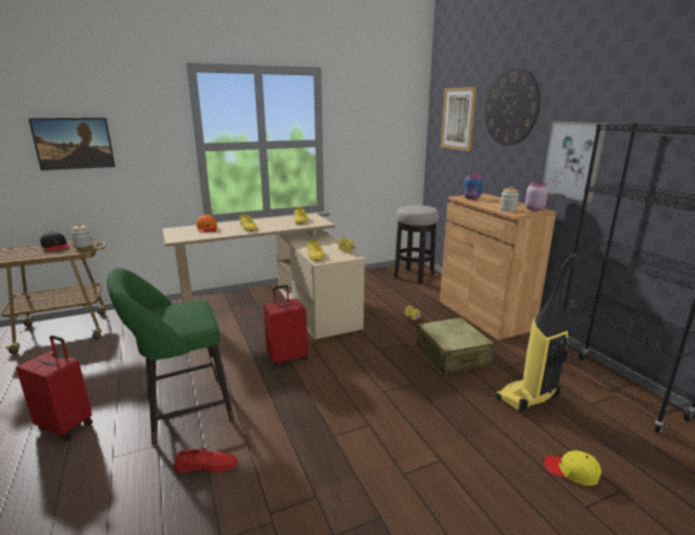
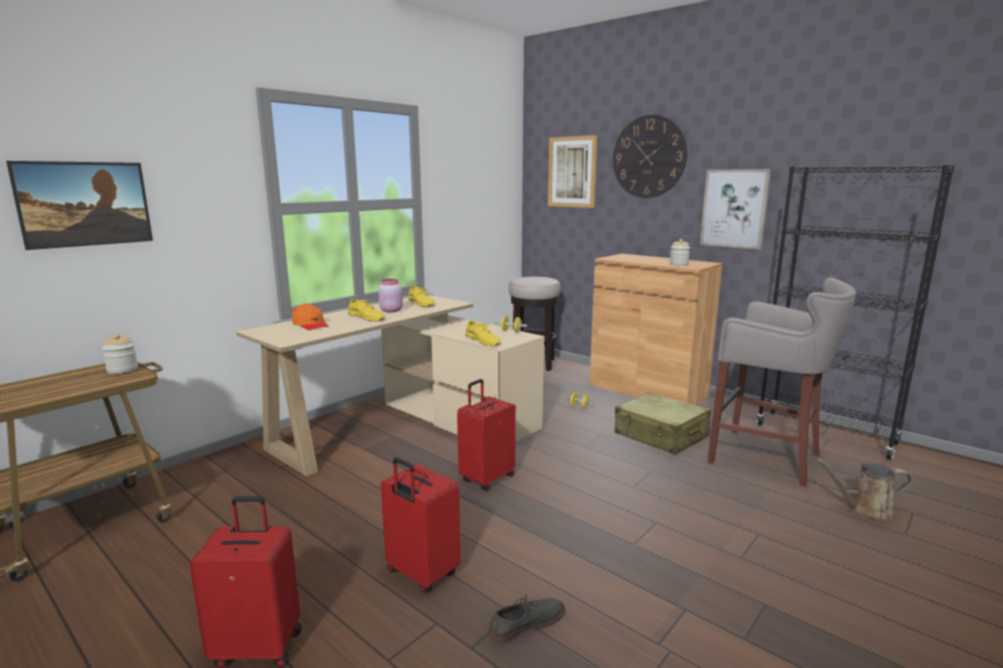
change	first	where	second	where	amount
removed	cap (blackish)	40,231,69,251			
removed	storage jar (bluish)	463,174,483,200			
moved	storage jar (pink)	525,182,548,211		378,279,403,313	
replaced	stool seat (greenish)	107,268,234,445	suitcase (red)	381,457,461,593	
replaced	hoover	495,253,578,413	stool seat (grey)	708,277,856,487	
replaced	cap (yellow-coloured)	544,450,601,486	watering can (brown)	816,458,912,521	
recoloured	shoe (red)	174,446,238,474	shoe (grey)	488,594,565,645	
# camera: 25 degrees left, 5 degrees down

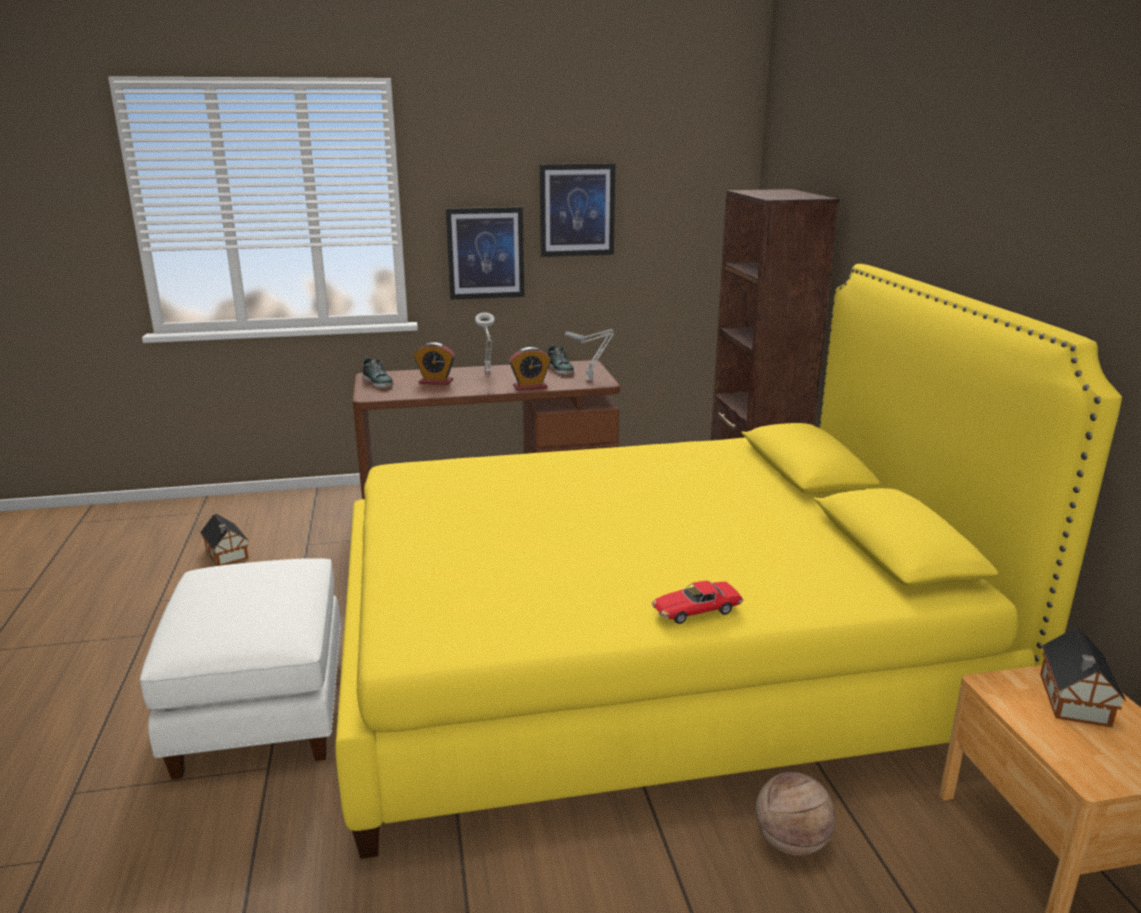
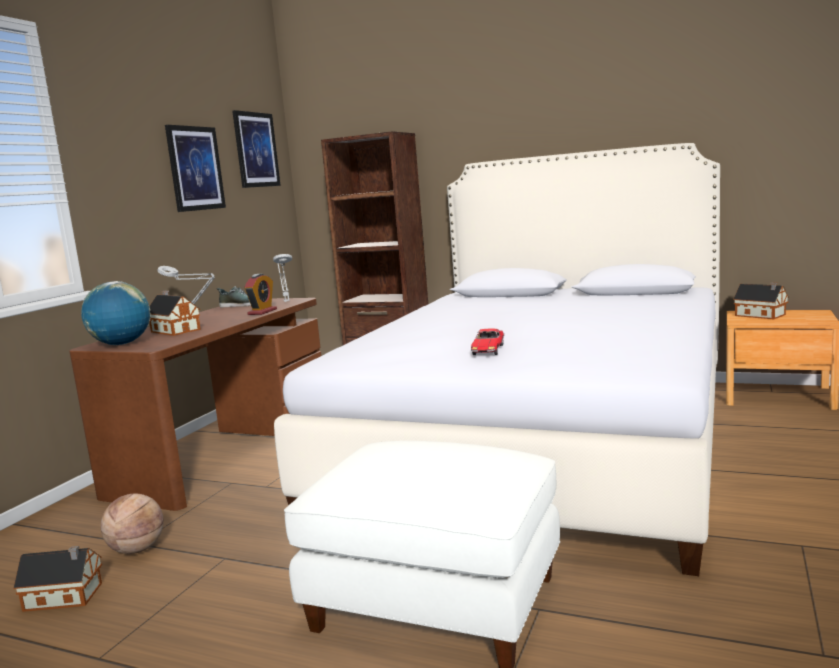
change	first	where	second	where	amount
moved	wall picture	446,207,525,300		232,110,281,188	
moved	model car	652,580,743,624		471,328,504,355	
moved	basketball ball	755,772,836,856		101,494,164,554	
replaced	shoe	363,356,393,388	desk globe	81,281,151,345	
replaced	bedside clock	414,342,455,385	model house	149,290,201,336	
recoloured	bed (yellow-coloured)	336,264,1122,859	bed (whitish)	274,143,720,576	
# camera: 55 degrees left, 10 degrees down

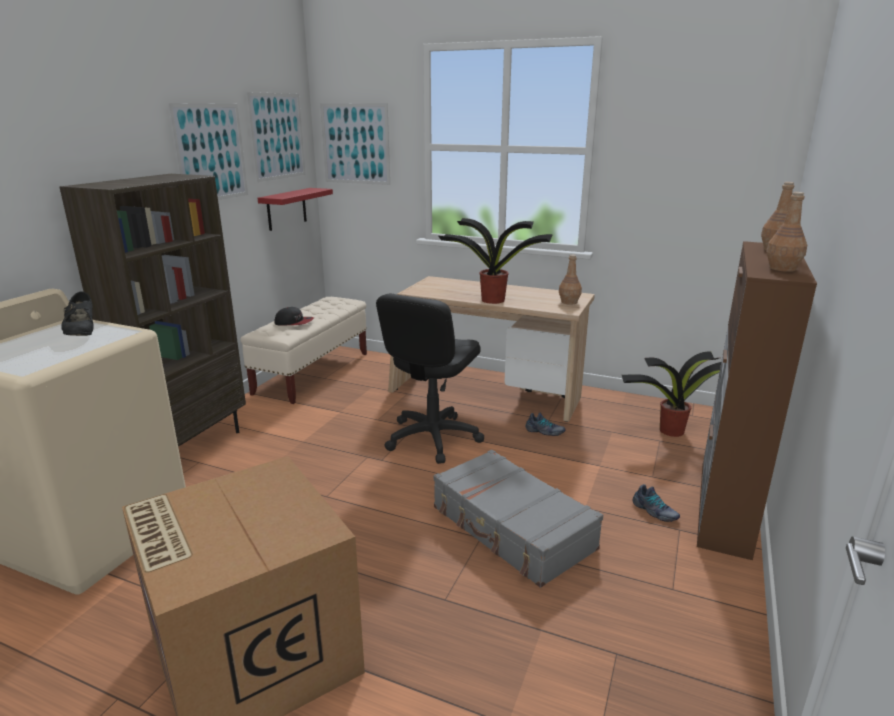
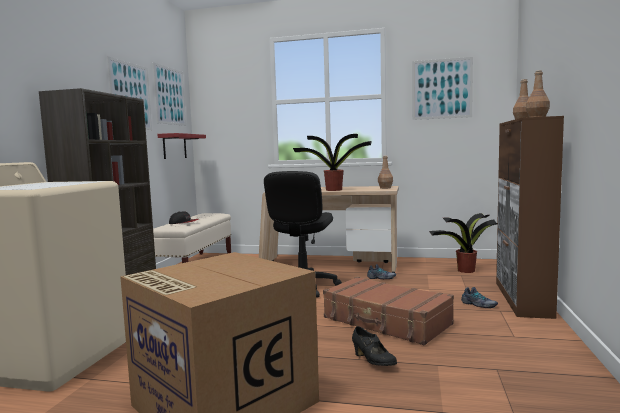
change	first	where	second	where	amount
moved	shoe (blackish)	61,292,94,336		352,326,397,366	
moved	wall picture	320,103,390,185		412,57,473,120	
recoloured	suitcase (grey)	434,450,603,588	suitcase (brown)	323,276,454,345	
# camera: 10 degrees left, 15 degrees down

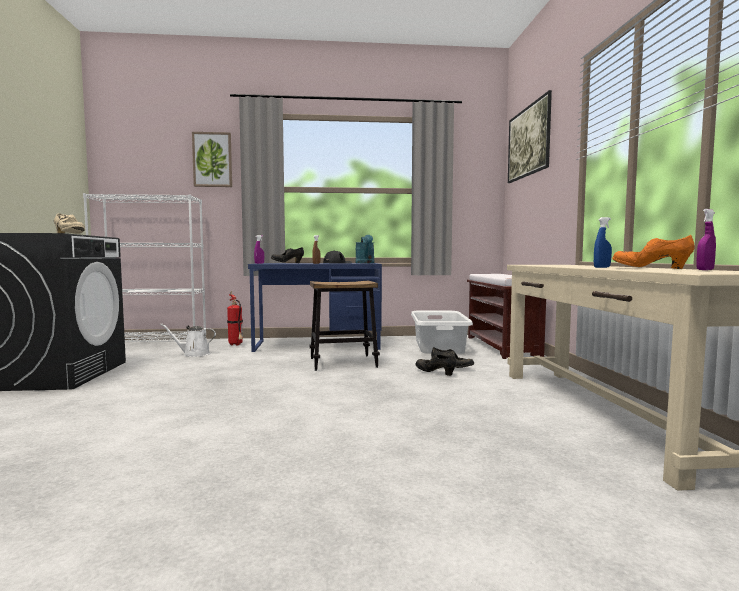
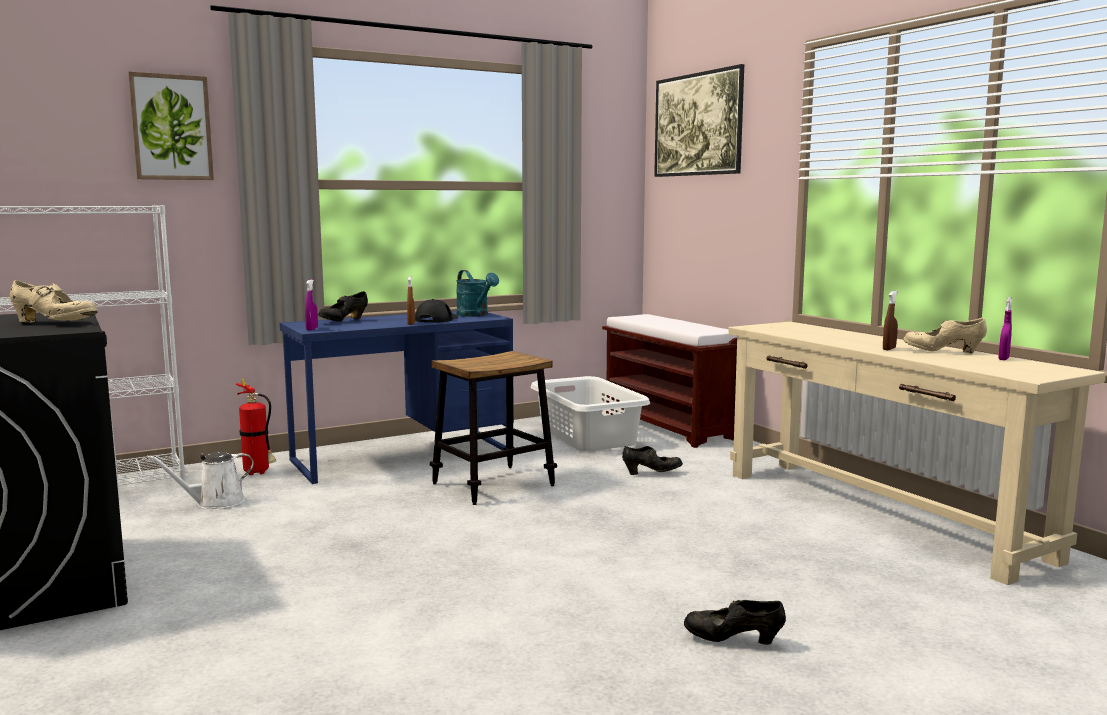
change	first	where	second	where	amount
moved	shoe (blackish)	416,355,456,376		684,600,786,645	
recoloured	spray bottle (bluish)	594,217,612,268	spray bottle (brown)	883,291,898,350	
recoloured	shoe (orange)	612,235,695,269	shoe (beige)	903,318,987,353	
# camera: 25 degrees left, 5 degrees up

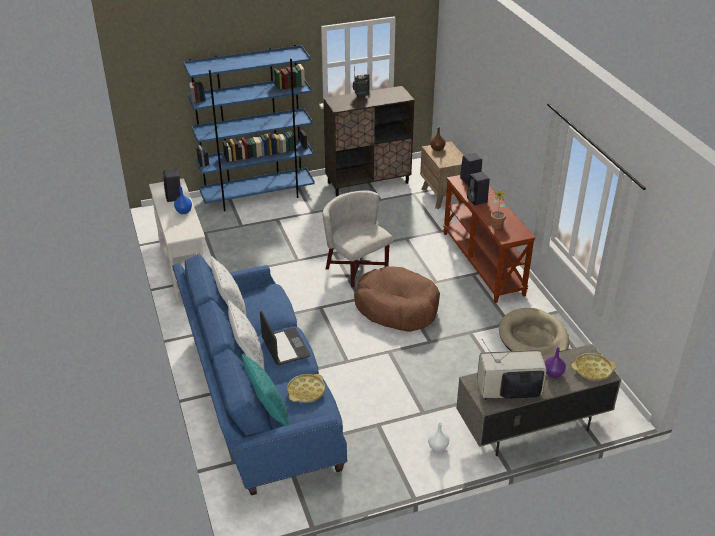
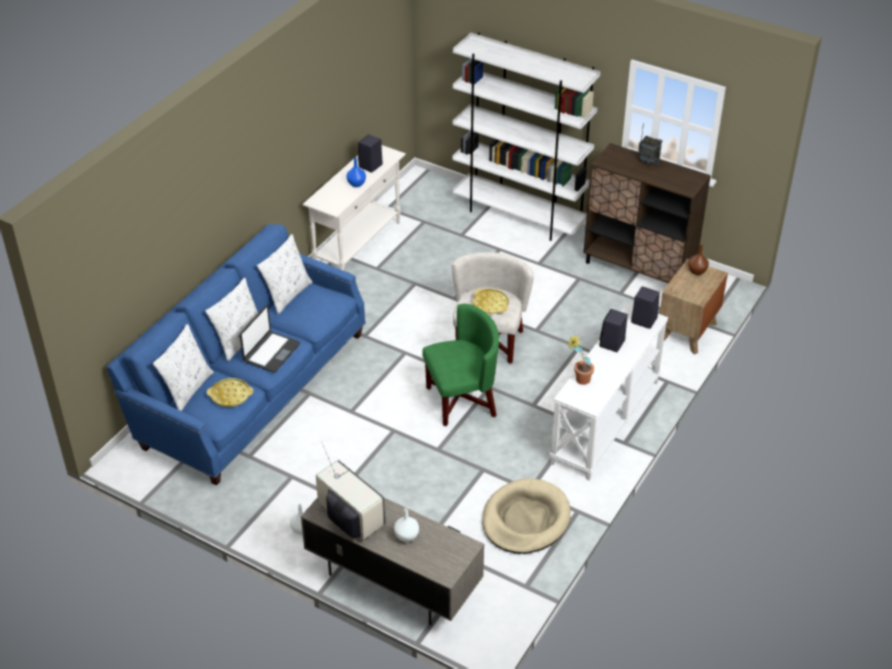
change	first	where	second	where	amount
moved	serving tray (yellow-coloured)	571,353,616,380		473,289,509,314	
replaced	dog bed (brown)	354,266,440,332	lounge chair (greenish)	422,304,499,426	
recoloured	bookshelf (bluish)	183,44,315,211	bookshelf (whitish)	452,33,601,241	
recoloured	throw pillow (turquoise-coloured)	242,353,290,426	throw pillow (whitish)	153,324,214,411	
recoloured	narrow table (brown)	443,175,535,303	narrow table (whitish)	549,303,668,480	
recoloured	vase (purple)	545,347,566,378	vase (whitish)	394,508,419,542	
# camera: 50 degrees right, 5 degrees up

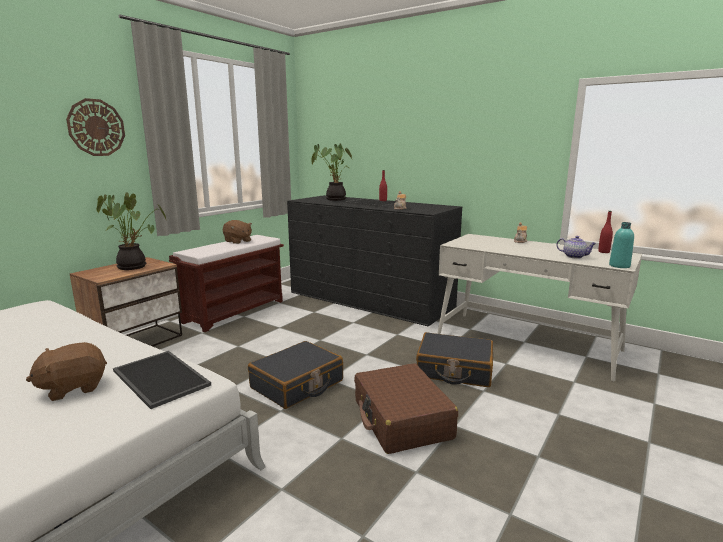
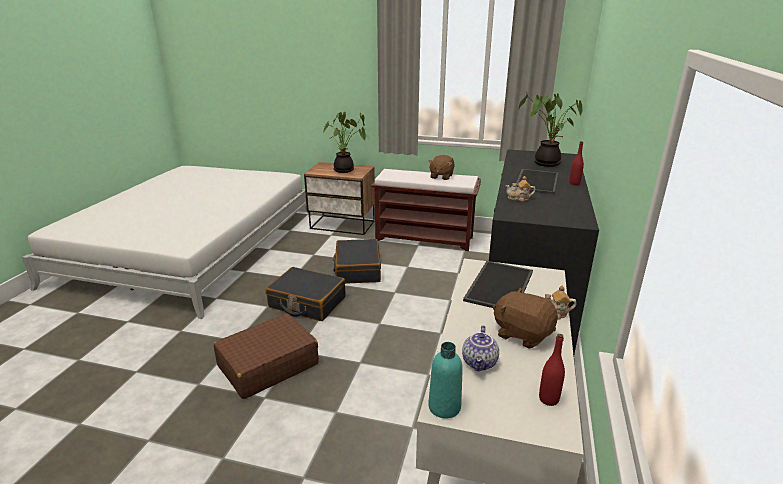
change	first	where	second	where	amount
removed	wall clock	66,98,125,156			
moved	plush toy (brown)	26,342,107,401		493,288,558,349	
moved	serving tray	113,351,211,409		463,261,533,308	
moved	suitcase (blackish)	416,332,493,387		333,239,381,284	
# camera: 70 degrees right, 10 degrees up

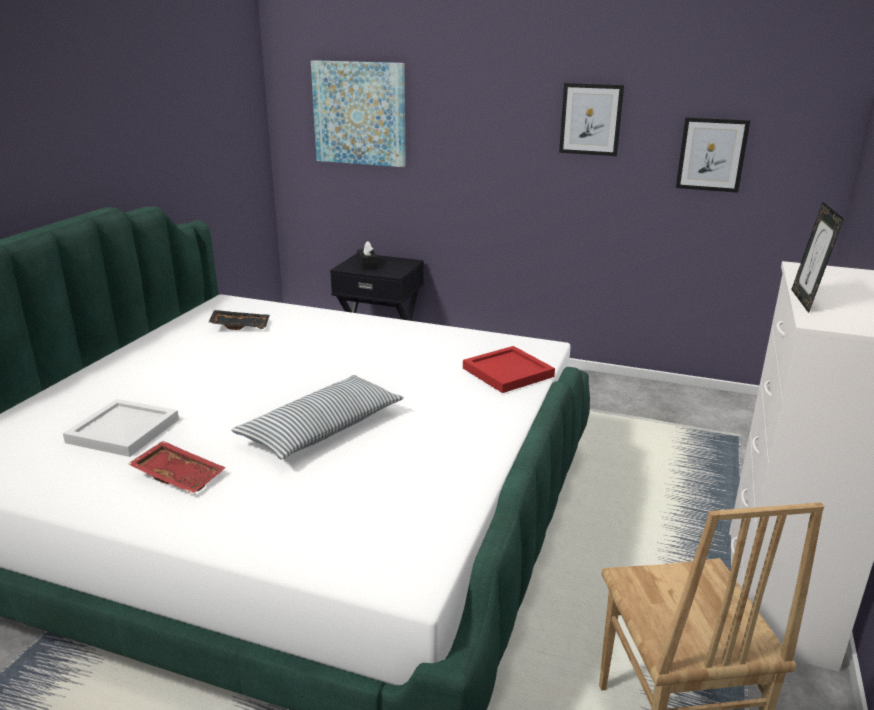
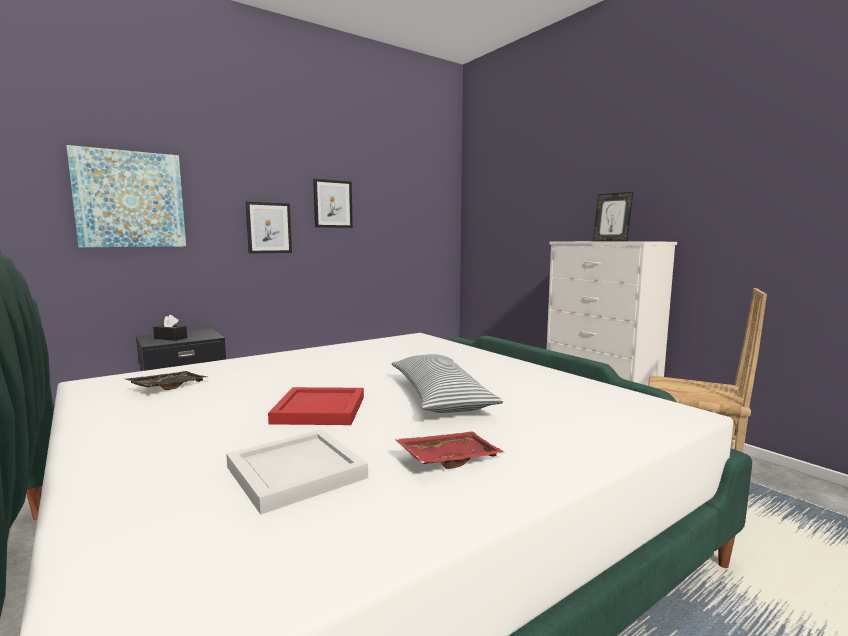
change	first	where	second	where	amount
moved	serving tray (red)	463,346,555,393		268,387,364,425	
moved	wall picture	676,117,750,193		246,202,292,254	
# camera: 55 degrees left, 15 degrees down

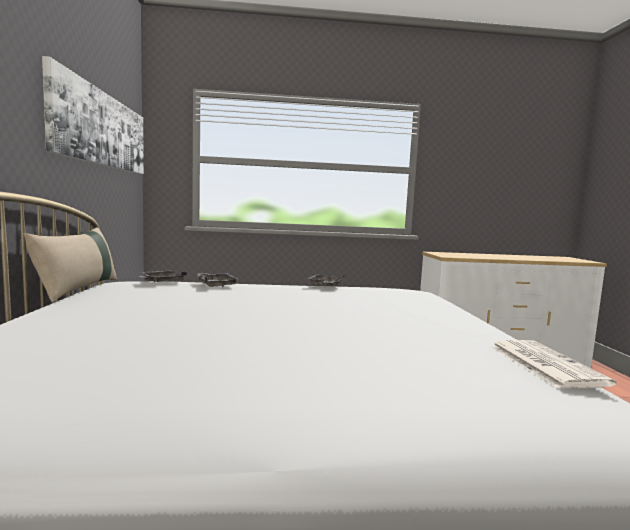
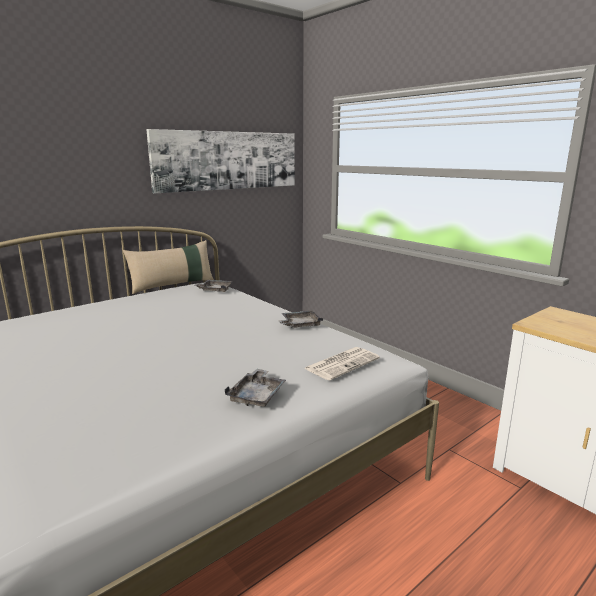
change	first	where	second	where	amount
moved	serving tray (grey)	197,273,238,287		225,369,286,407	
moved	newspaper	490,340,617,388		304,347,380,381	
# camera: 55 degrees right, 10 degrees up

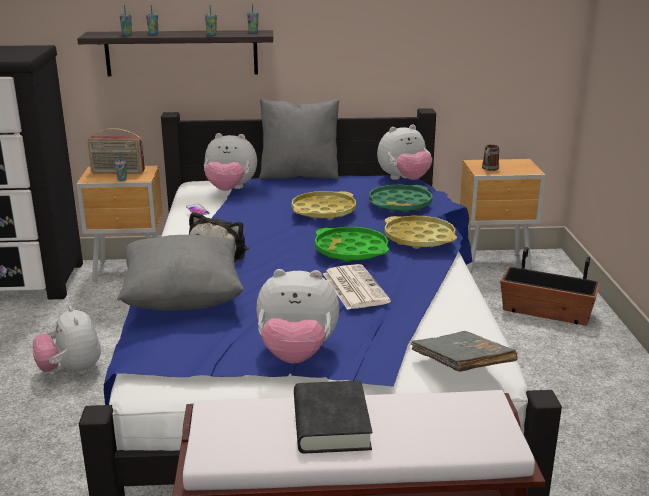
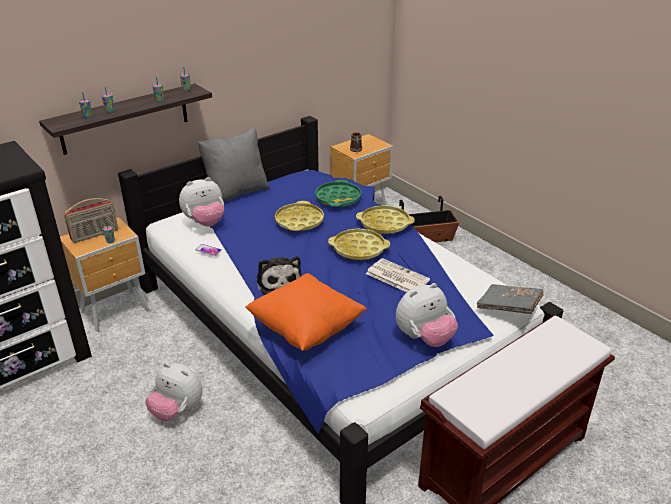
change	first	where	second	where	amount
removed	volume (blackish)	294,380,372,453			
removed	plush toy	377,124,432,180			
recoloured	throw pillow (grey)	117,235,244,311	throw pillow (orange)	245,273,367,351	
recoloured	serving tray (greenish)	315,227,389,262	serving tray (yellow-coloured)	328,228,390,260	
# camera: 35 degrees left, 10 degrees up

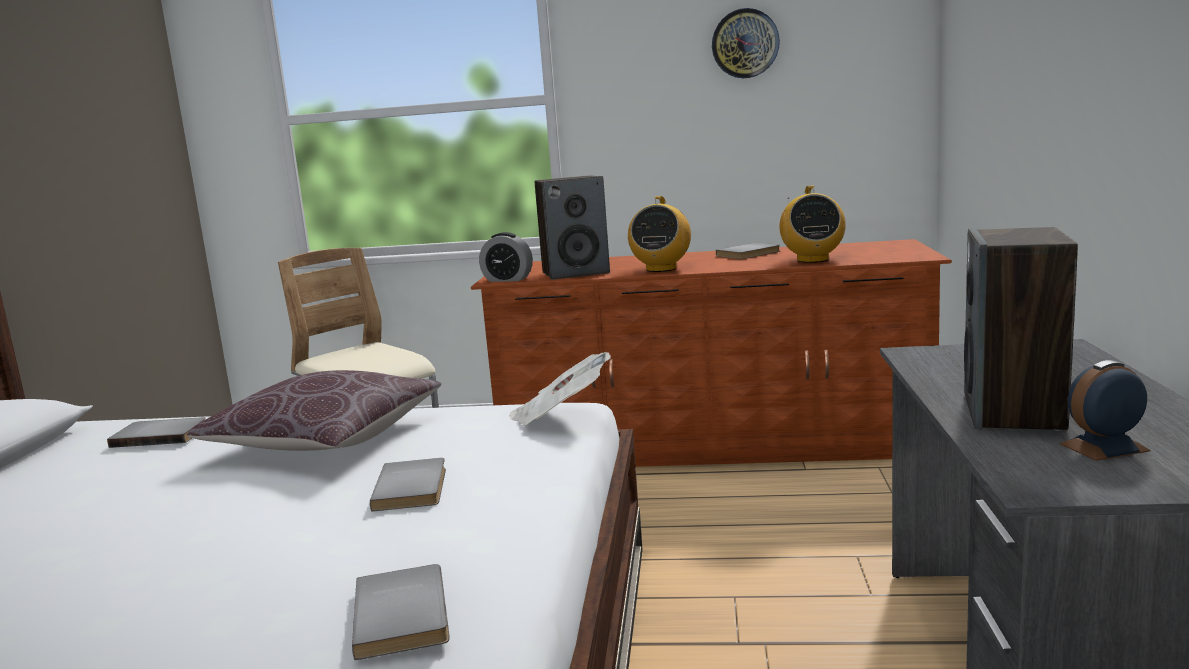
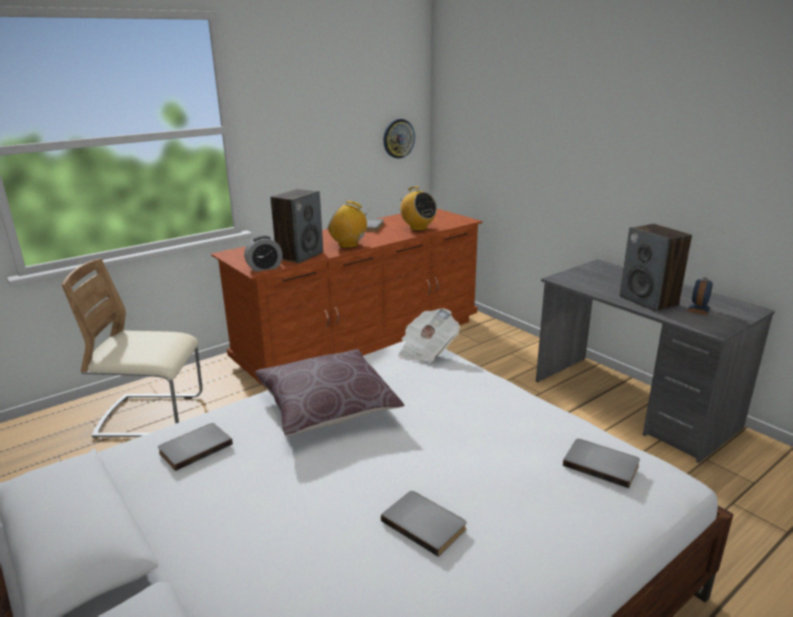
change	first	where	second	where	amount
moved	volume (grey)	370,458,446,512		381,491,467,557	
moved	wall clock	712,8,780,78		383,119,415,159	
turned	radio	628,196,691,272		328,201,370,248	135 degrees clockwise
# camera: 45 degrees left, 10 degrees up

